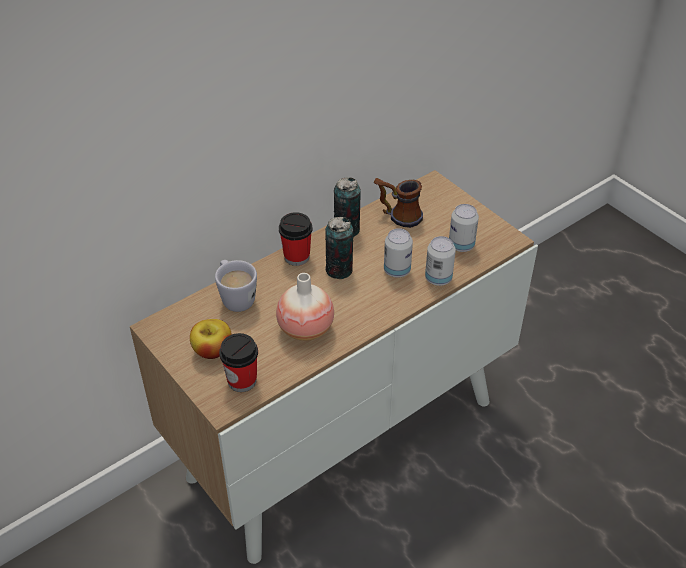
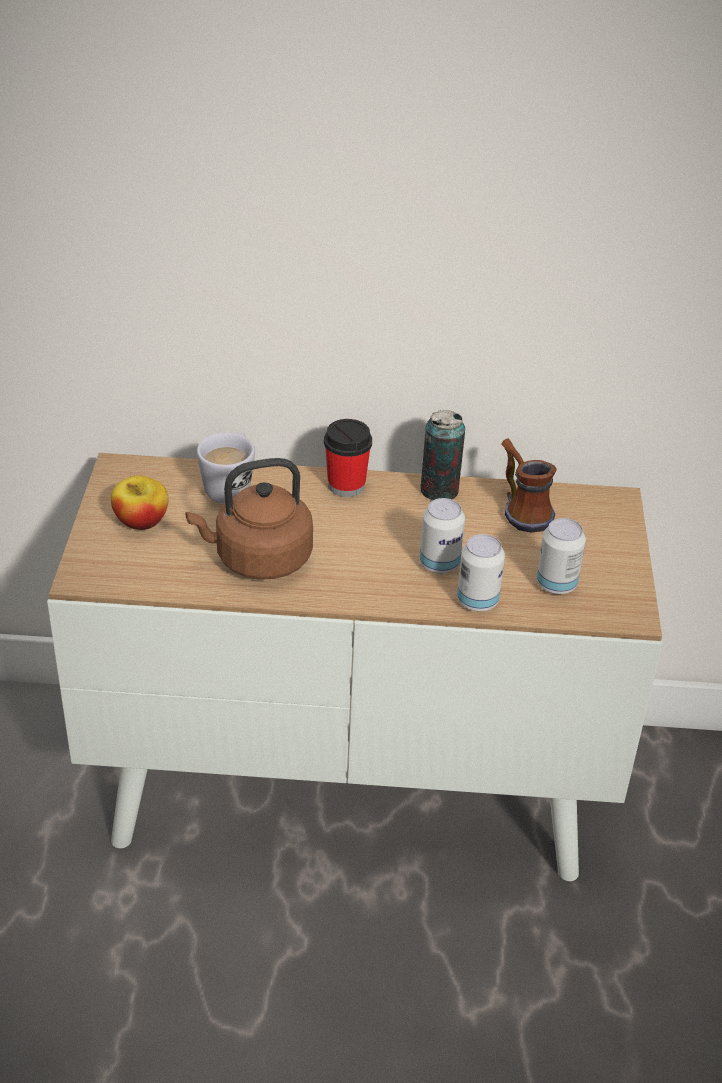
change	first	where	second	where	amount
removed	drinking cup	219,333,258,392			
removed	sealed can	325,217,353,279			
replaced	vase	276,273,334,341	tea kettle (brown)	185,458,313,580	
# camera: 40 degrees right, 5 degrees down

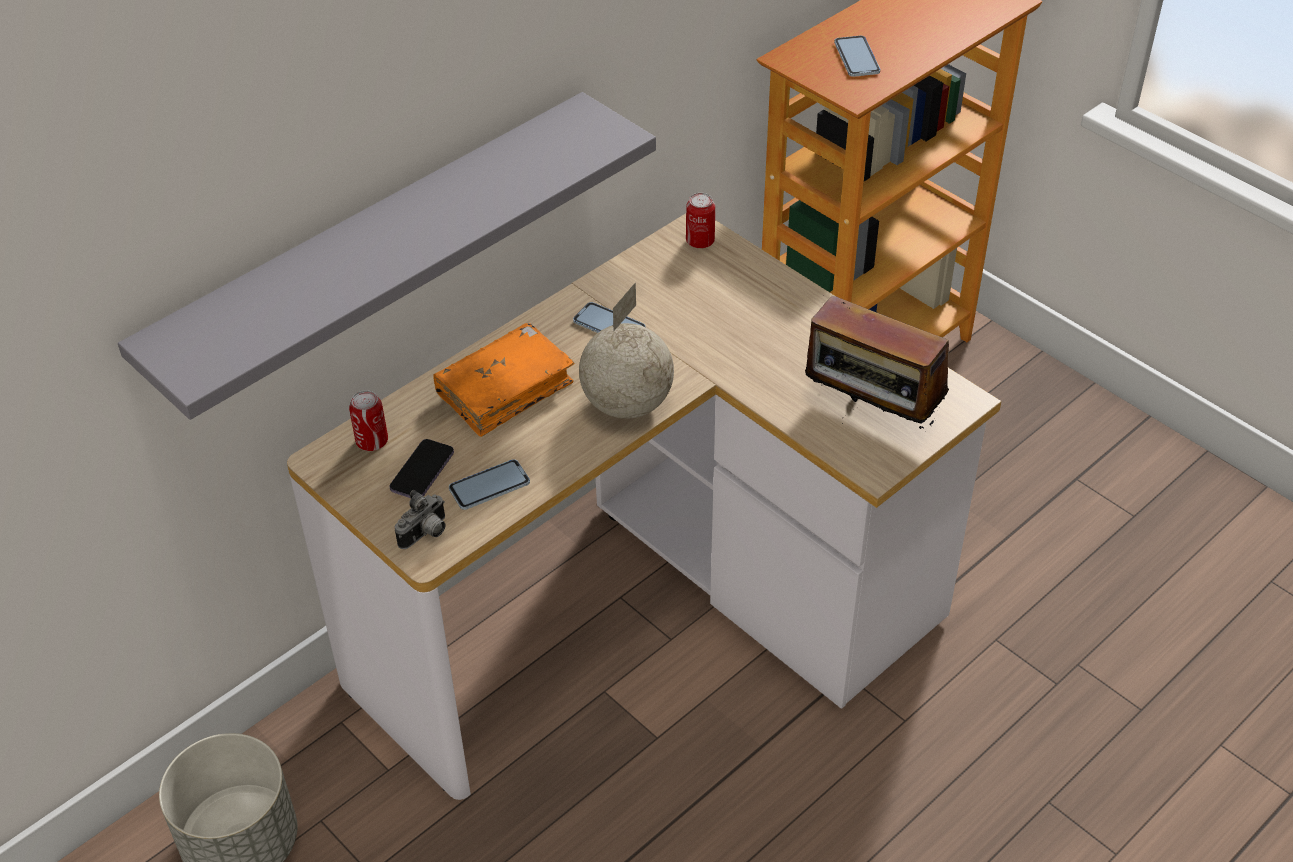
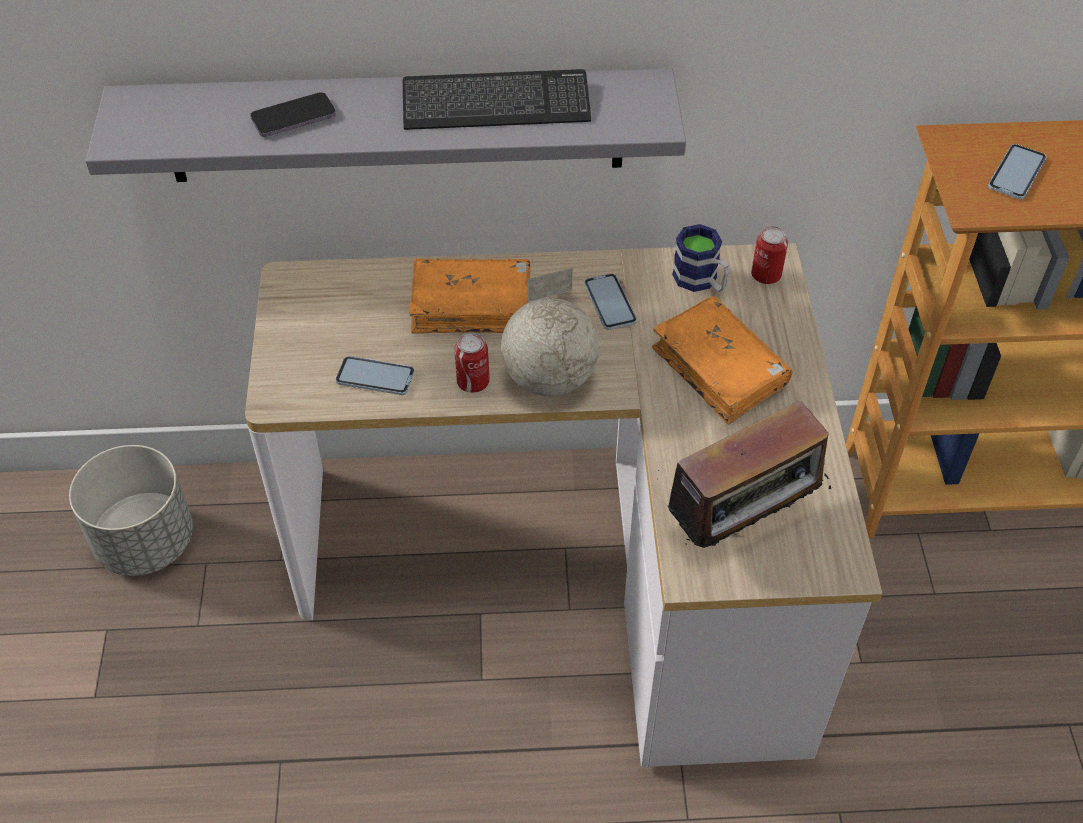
change	first	where	second	where	amount
removed	still camera	395,490,446,549			
added			keyboard	403,69,591,130	
added			volume (orange)	652,296,792,425	
added			mug	672,224,730,292	
moved	sealed can	349,391,388,451		455,333,490,393	
moved	telephone	389,439,454,498		250,92,336,137	
turned	radio	805,295,949,429		657,400,831,548	105 degrees counterclockwise
# camera: 40 degrees right, 5 degrees up

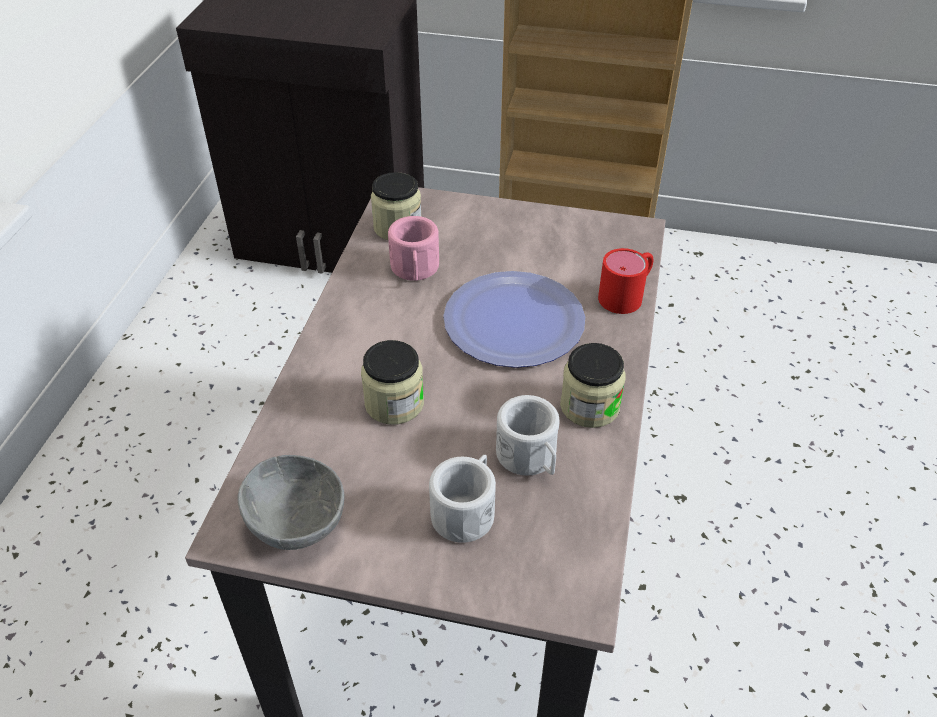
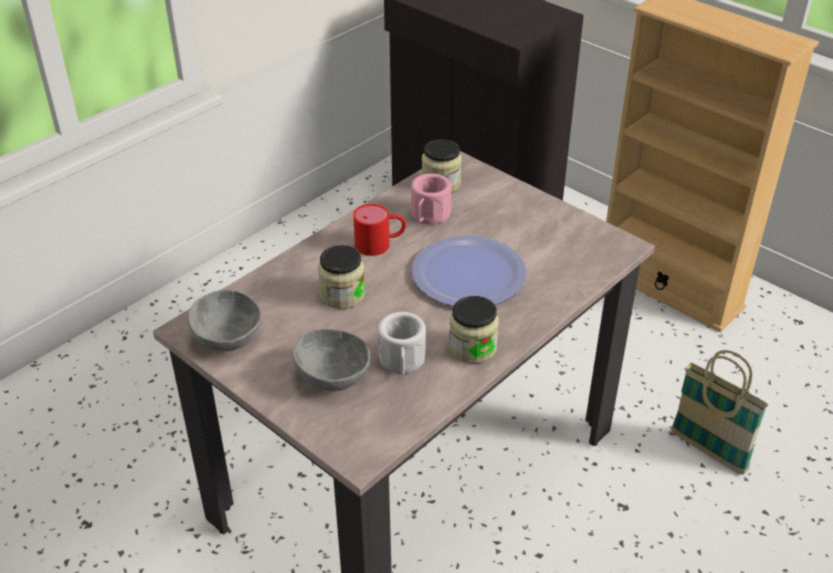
change	first	where	second	where	amount
added			basket	671,350,768,474	
moved	mug (red)	598,248,654,314		353,204,406,256	
replaced	mug (whitish)	429,455,496,543	bowl (grey)	293,329,370,391	
# camera: 30 degrees right, 5 degrees down

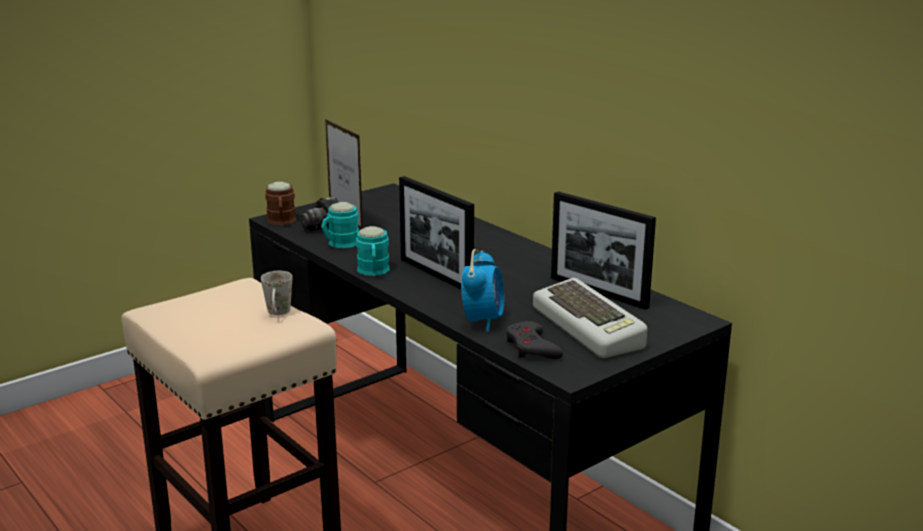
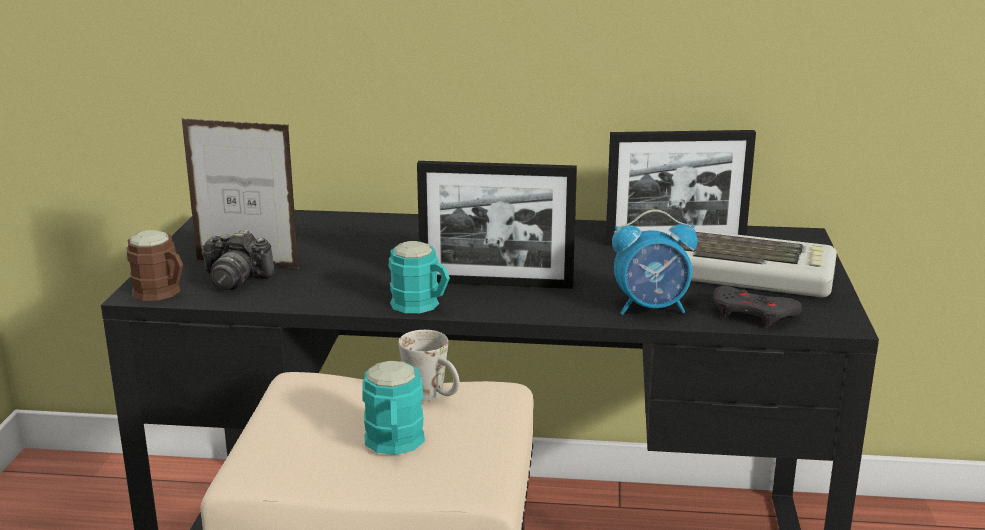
change	first	where	second	where	amount
moved	mug (turquoise-coloured)	321,202,359,248		362,361,425,455	
turned	bedside clock	461,249,504,332		612,209,698,315	120 degrees clockwise
# camera: 45 degrees left, 0 degrees up

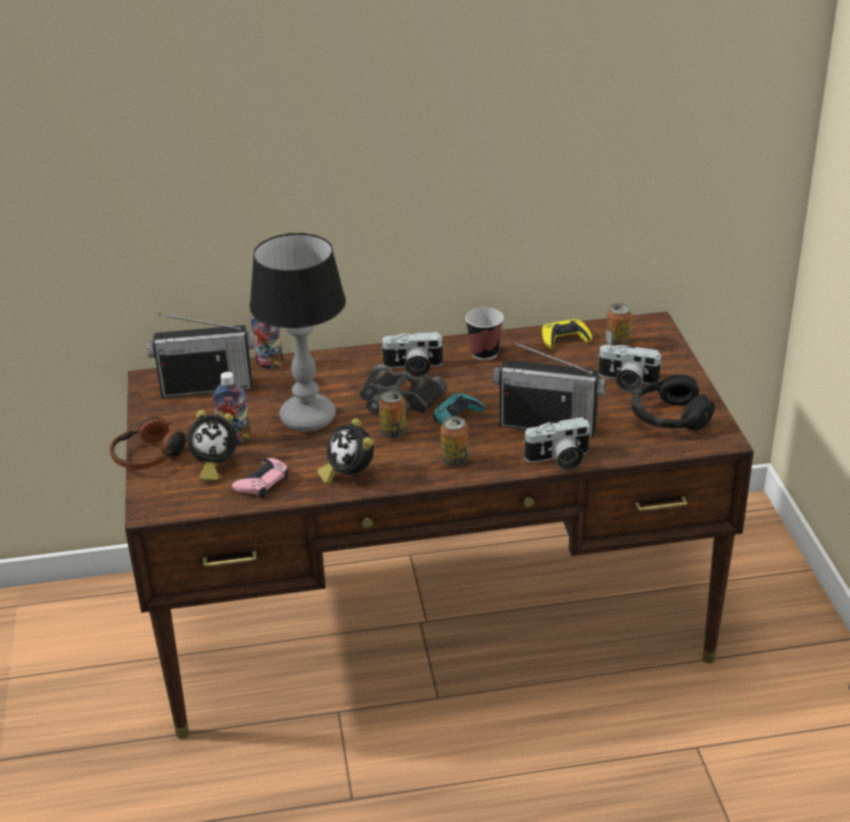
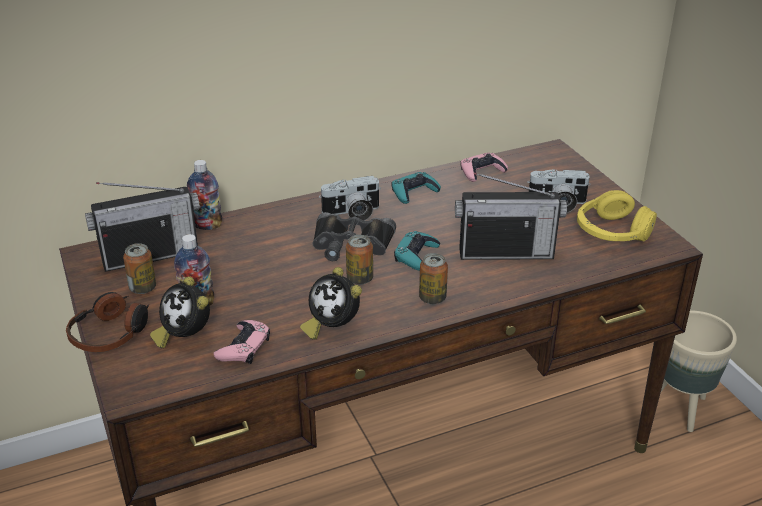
change	first	where	second	where	amount
removed	lamp for a table	249,233,346,432			
removed	still camera	523,417,591,470			
added			flower pot (beige)	661,311,737,432	
moved	sealed can	606,303,632,346		123,243,156,294	
replaced	drinking cup	465,308,504,360	joypad (turquoise-coloured)	391,172,441,204	
recoloured	joypad (yellow-coloured)	542,319,592,349	joypad (pink)	460,152,508,182	
recoloured	headset (blackish)	631,374,715,431	headset (yellow-coloured)	577,190,657,241	
turned	bedside clock	187,410,237,481		150,276,210,348	75 degrees clockwise
# camera: 15 degrees left, 0 degrees up

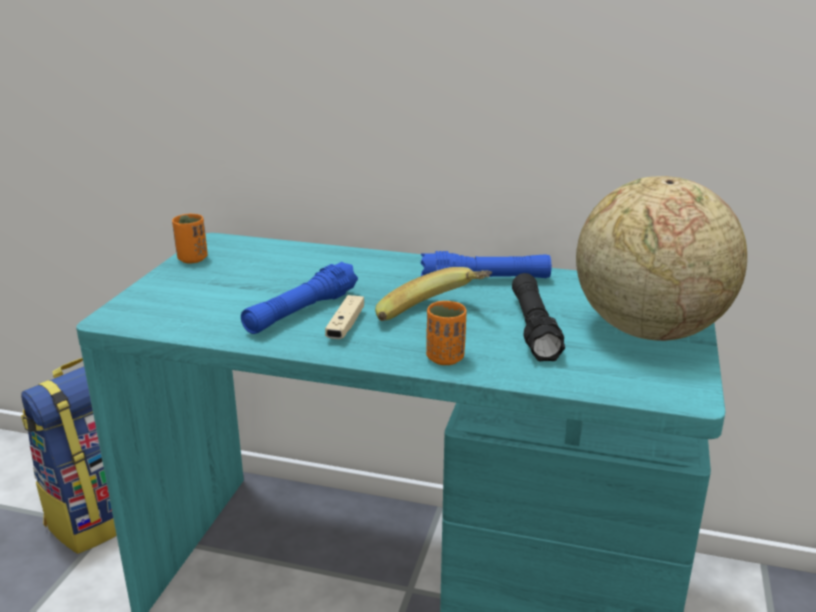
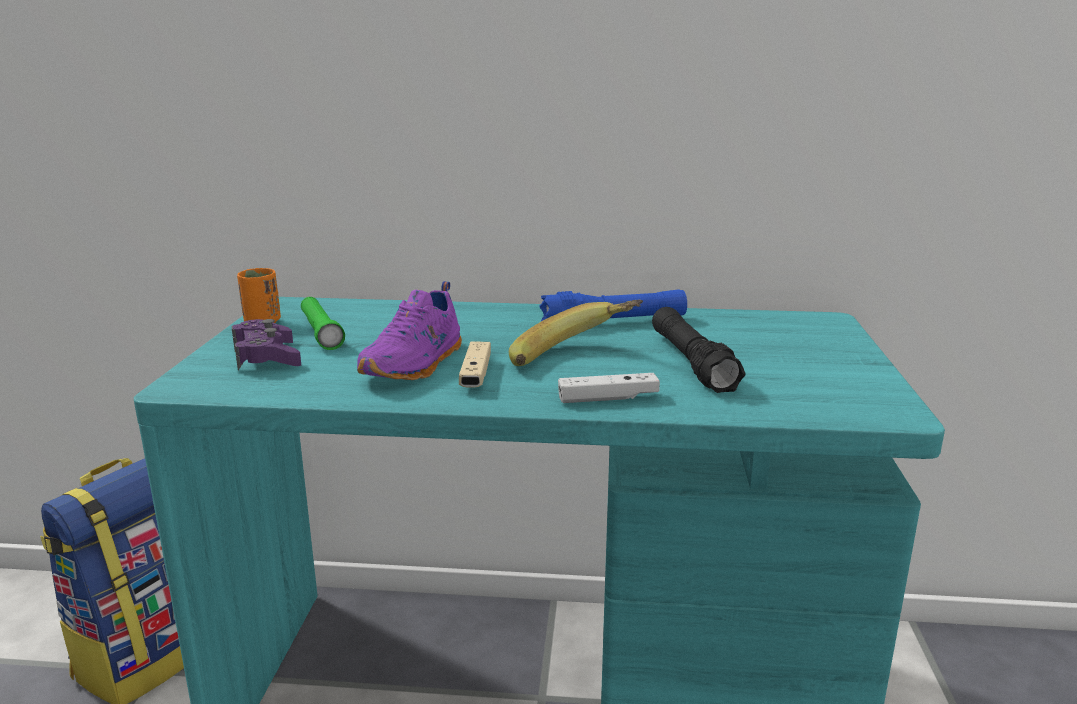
change	first	where	second	where	amount
removed	desk globe	576,176,747,341			
added			joypad (purple)	231,319,301,370	
added			torch (greenish)	301,297,345,350	
replaced	torch (bluish)	241,262,358,334	shoe (purple)	357,281,462,380	
replaced	drinking cup (orange)	426,301,467,365	joypad (whitish)	558,373,660,403	
# camera: 10 degrees left, 5 degrees down

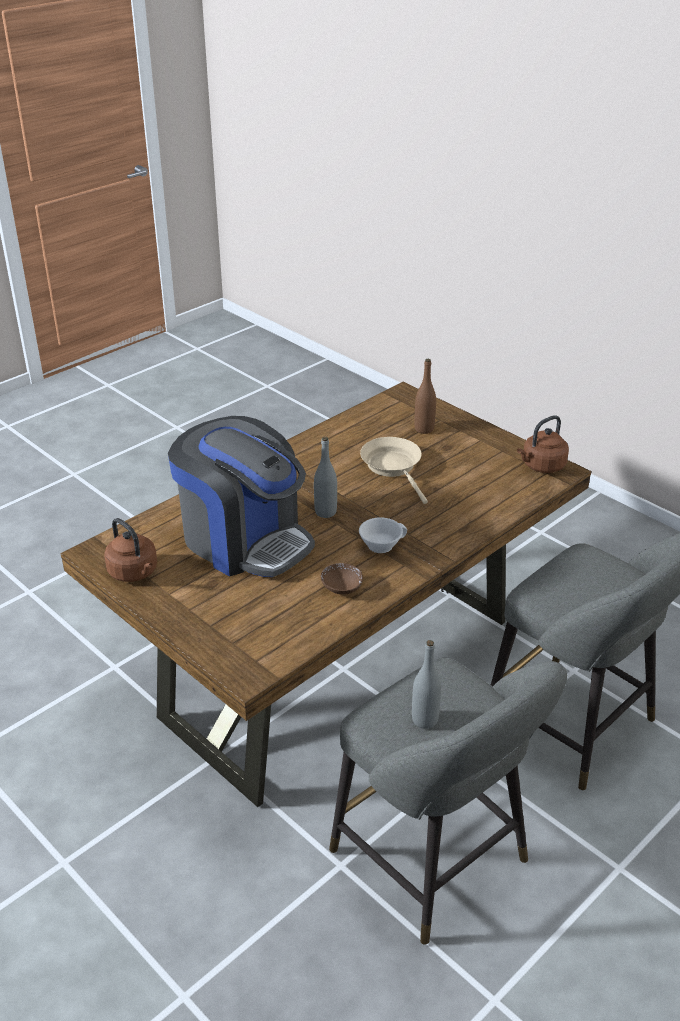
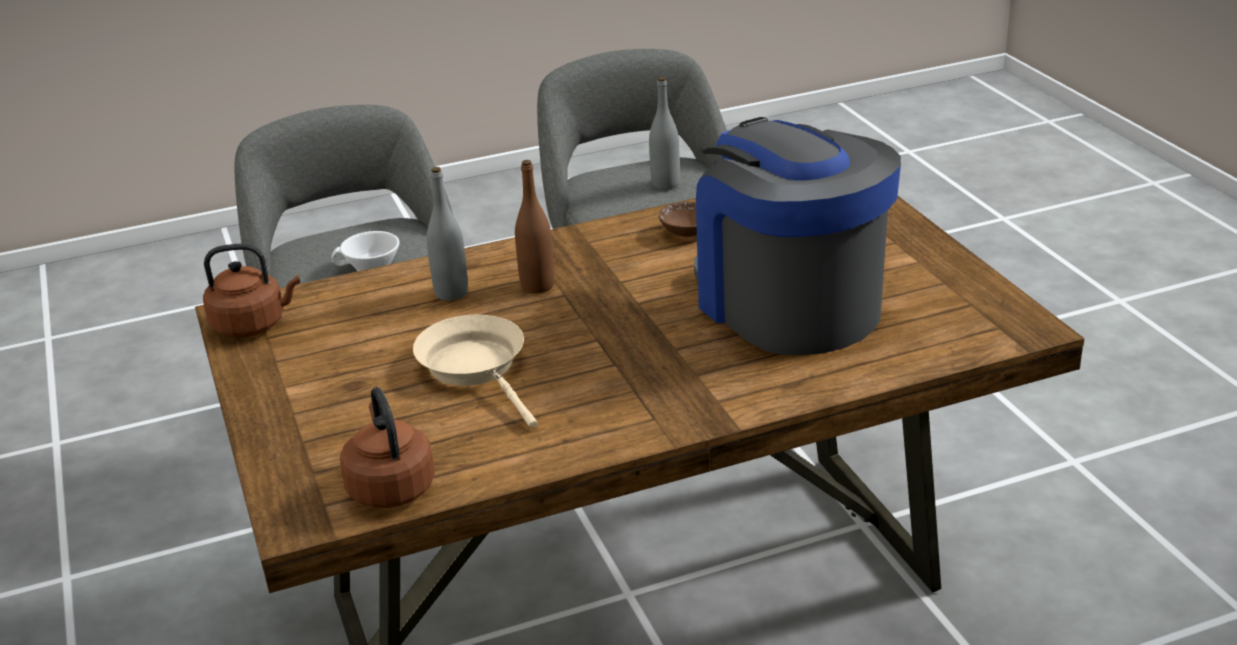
change	first	where	second	where	amount
moved	tea kettle (brown)	104,518,157,582		340,387,435,508	
moved	drink bottle (grey)	314,437,337,518		427,167,468,301	
moved	drinking cup (whitish)	359,518,407,553		332,231,399,271	
moved	drink bottle (brown)	415,359,436,434		515,160,554,294	
turned	skillet (beige)	360,437,428,504		413,315,537,428	150 degrees clockwise
# camera: 155 degrees left, 5 degrees down

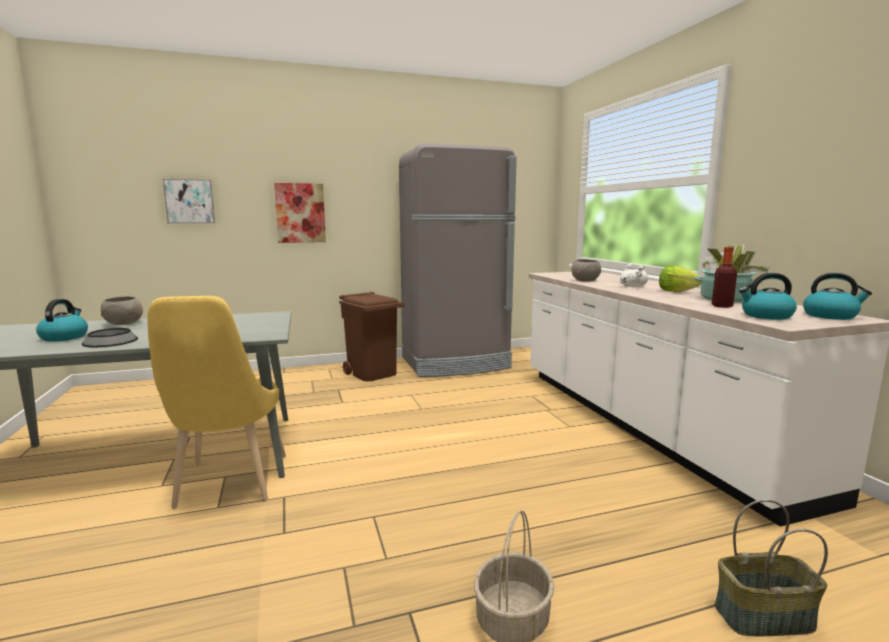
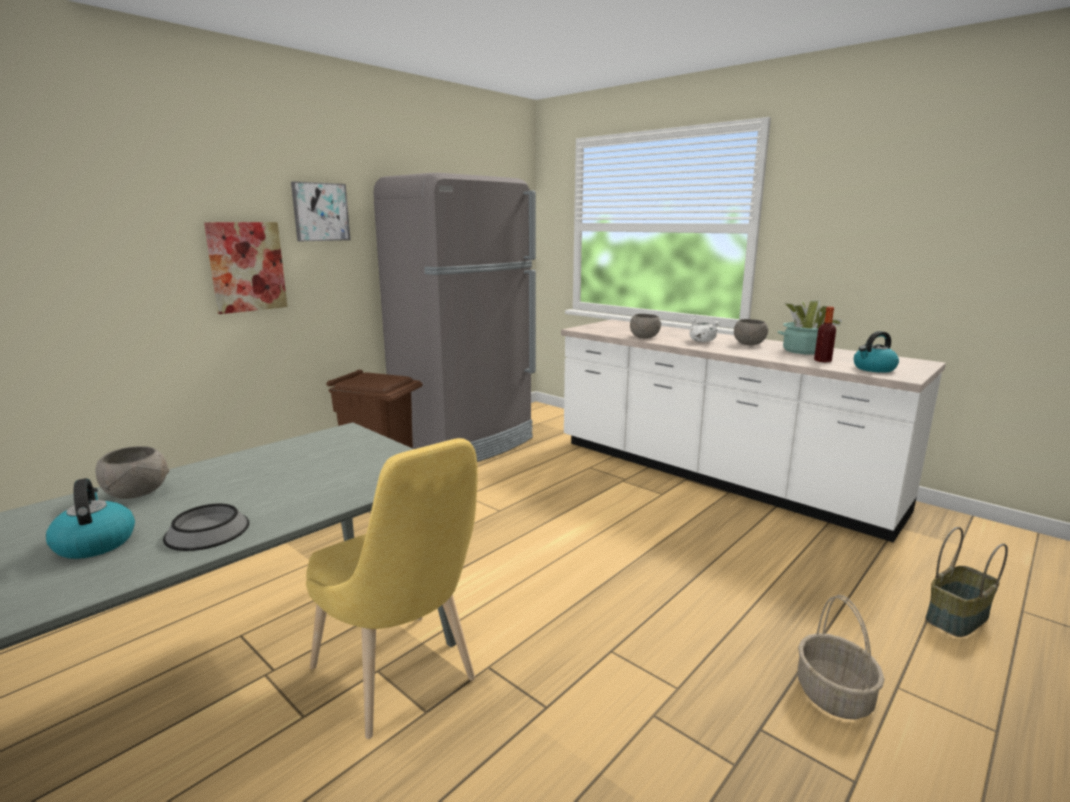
change	first	where	second	where	amount
removed	tea kettle	803,273,872,320			
moved	wall picture	163,179,215,223		291,181,350,241	
replaced	head of lettuce	659,266,702,292	bowl (grey)	734,319,768,345	
# camera: 30 degrees left, 5 degrees up

